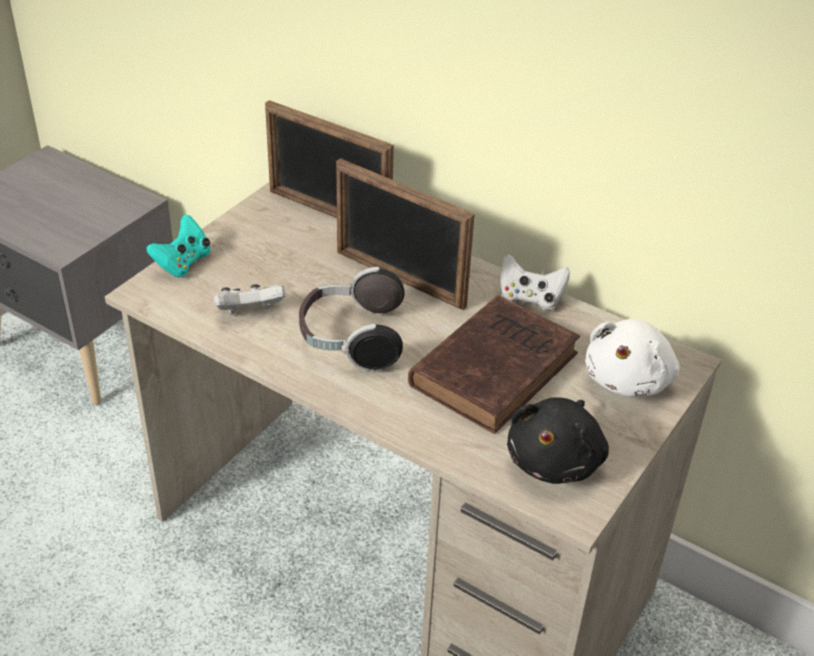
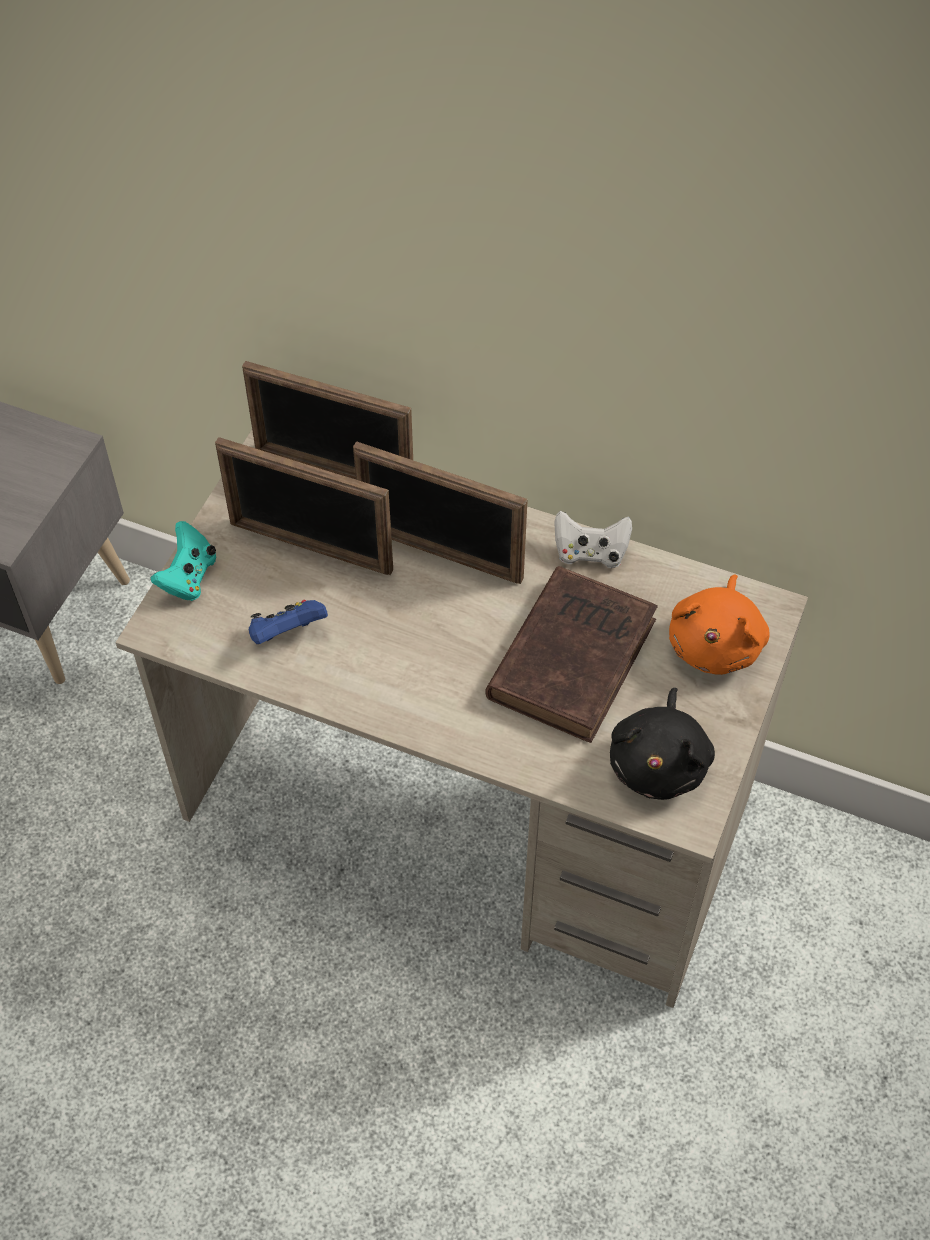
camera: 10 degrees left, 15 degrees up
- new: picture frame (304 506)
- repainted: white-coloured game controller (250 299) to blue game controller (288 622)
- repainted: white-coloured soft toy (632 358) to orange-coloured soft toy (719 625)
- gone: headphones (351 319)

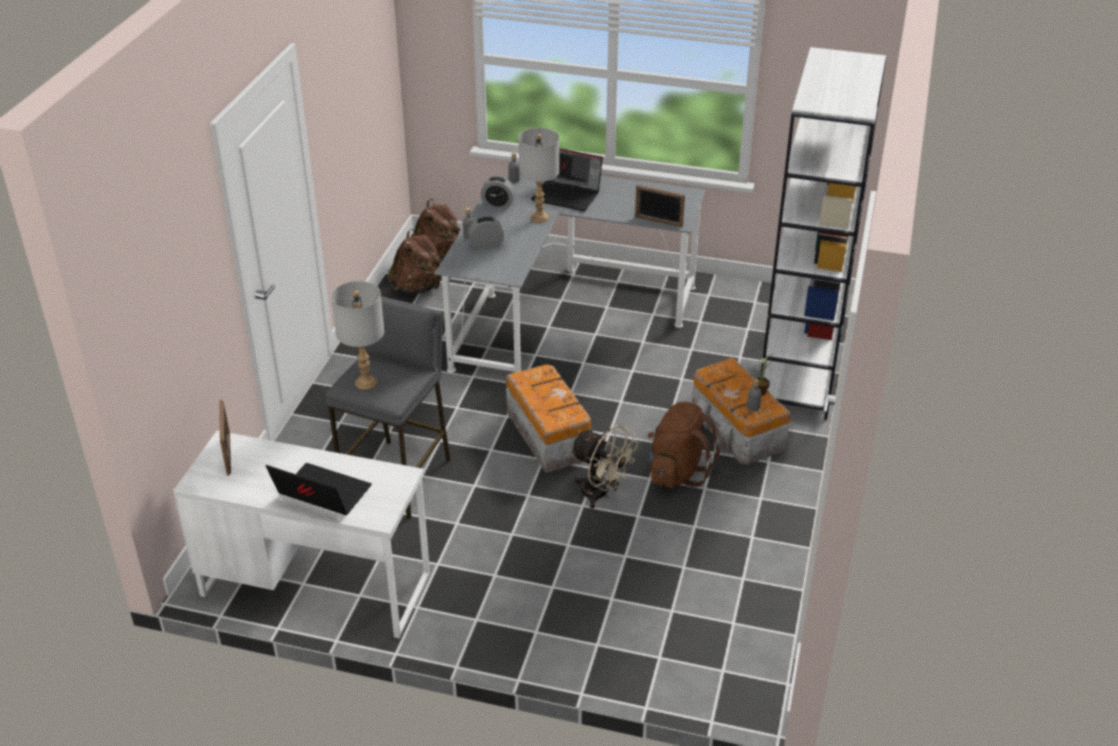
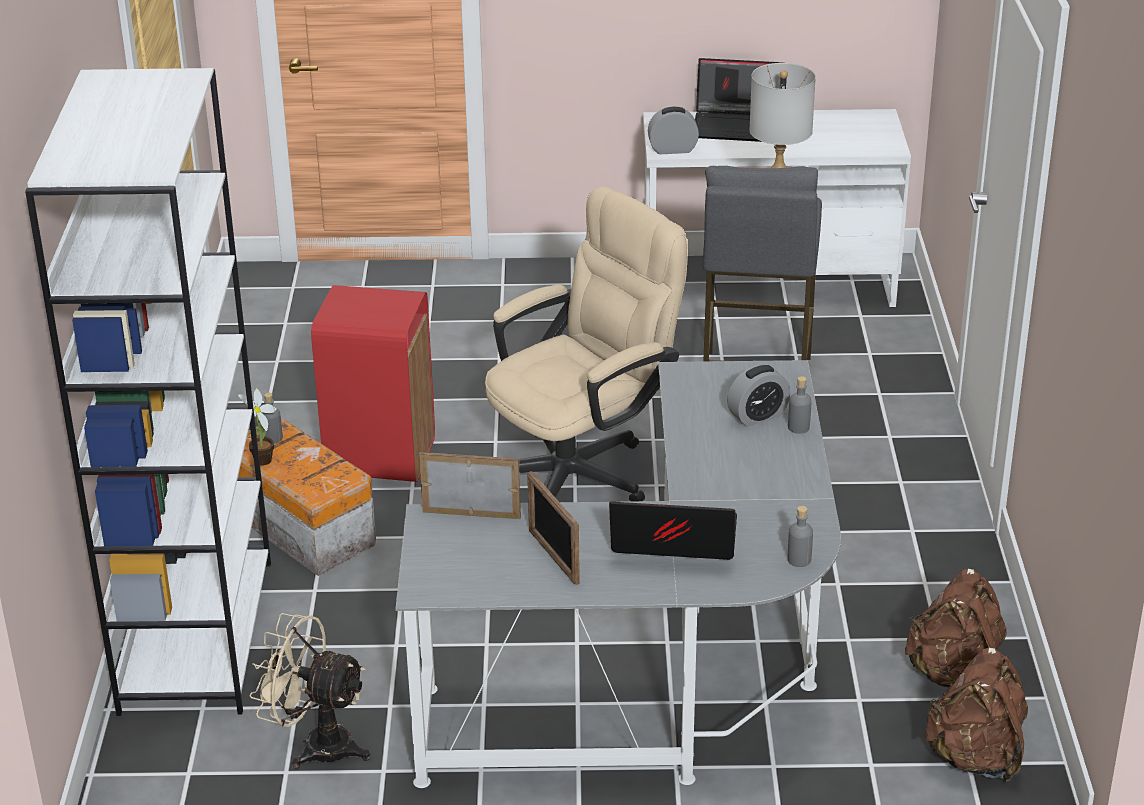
camera: 165 degrees right, 5 degrees down
- shifted: beige cooling fan (604 467) to (309 691)
- swapped: brown-coloured rucksack (683 445) to red-coloured trash can (373 383)
- swapped: storage container (548 418) to beige desk chair (586 343)
- shifted: picture frame (225 438) to (553 528)
- shifted: table clock (498 192) to (673 130)
- gone: gray table lamp (538 175)

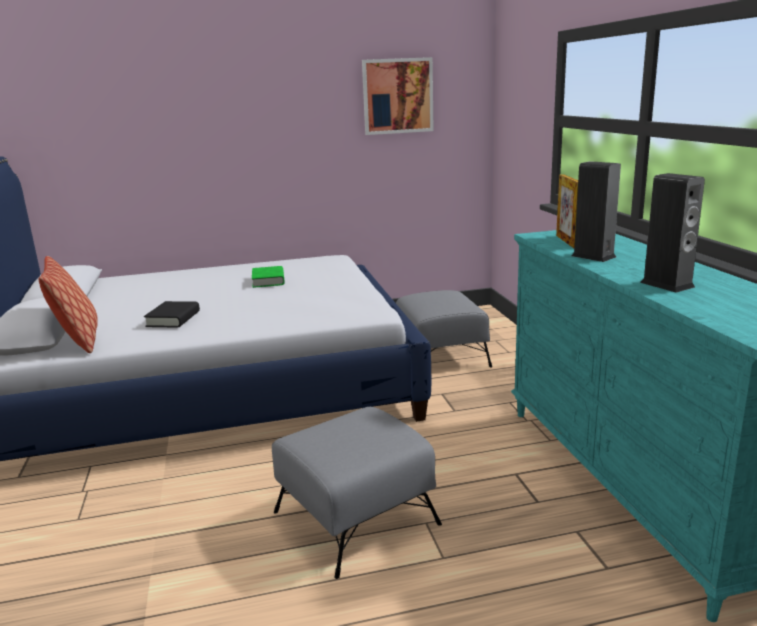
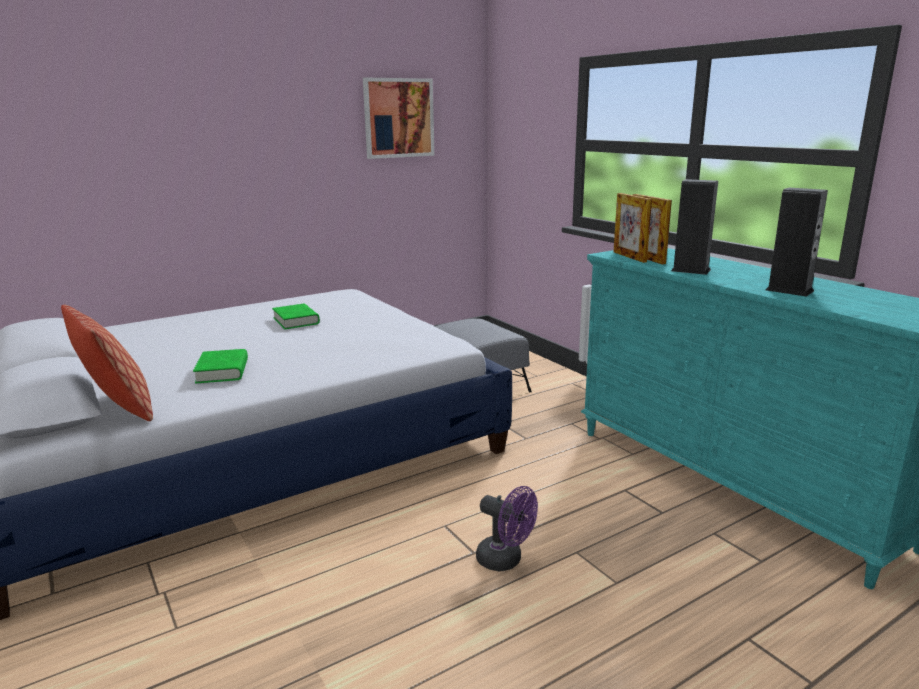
camera: 20 degrees left, 0 degrees up
- repainted: black bound book (172 314) to green-coloured bound book (220 366)
- swapped: gray pouffe (357 493) to purple cooling fan (507 528)
- new: picture frame (632 228)

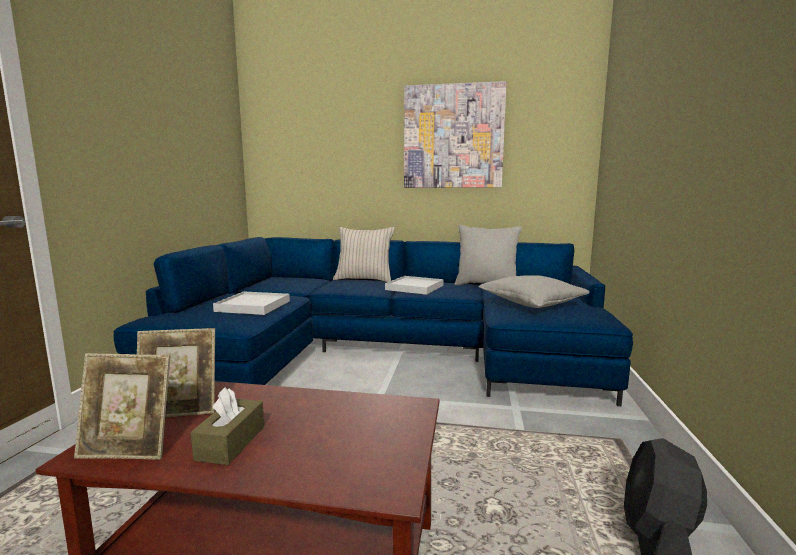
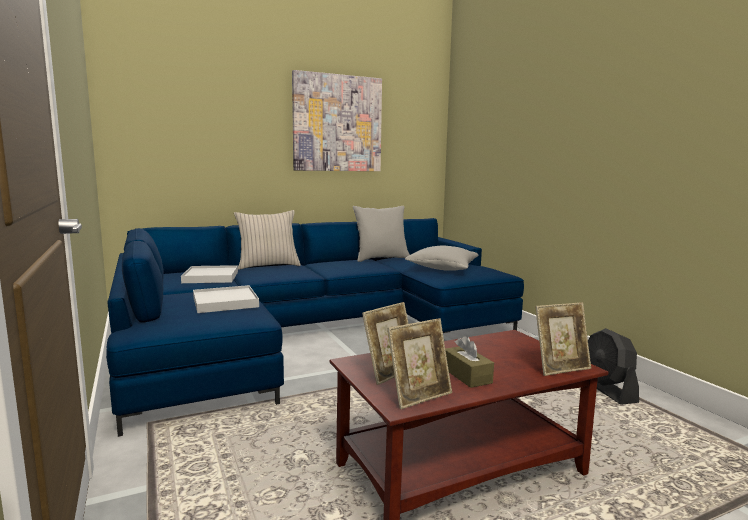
camera: 35 degrees left, 0 degrees up
- shifted: white-coloured carrying tray (414 285) to (209 274)
- new: picture frame (563 339)

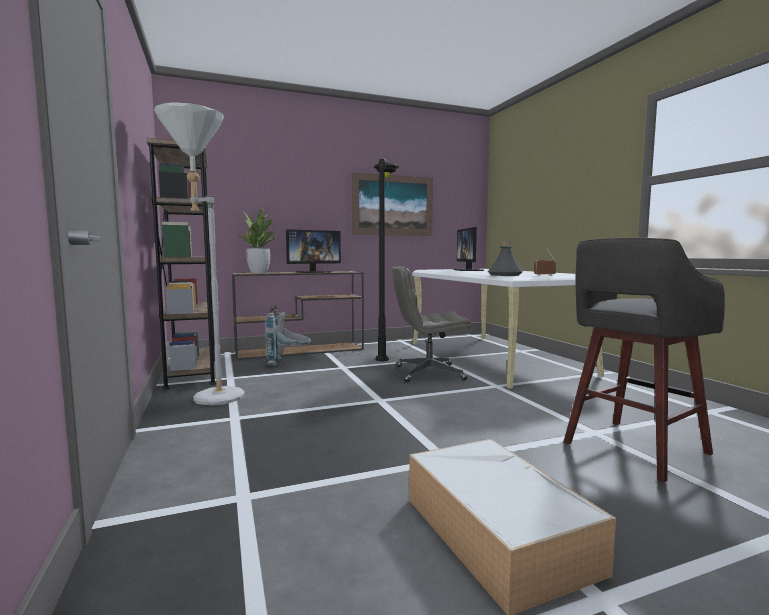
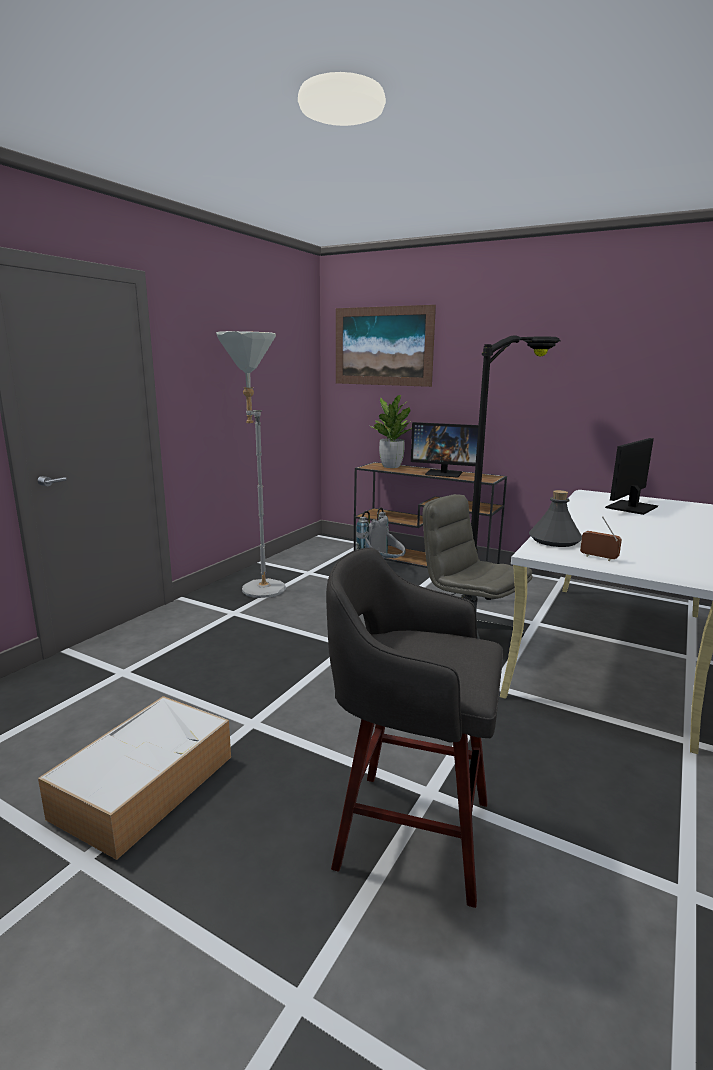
camera: 50 degrees right, 10 degrees up
- shifted: wall art (392 204) to (386 346)
- gone: brown-coloured bookshelf (181 263)

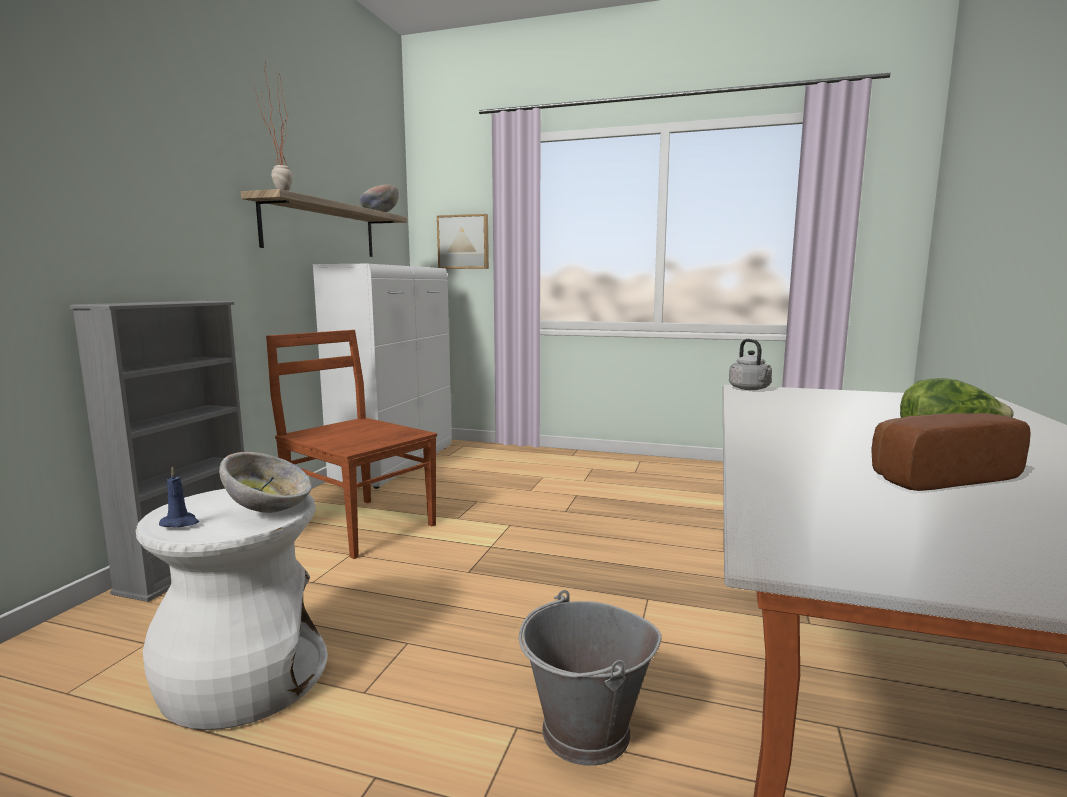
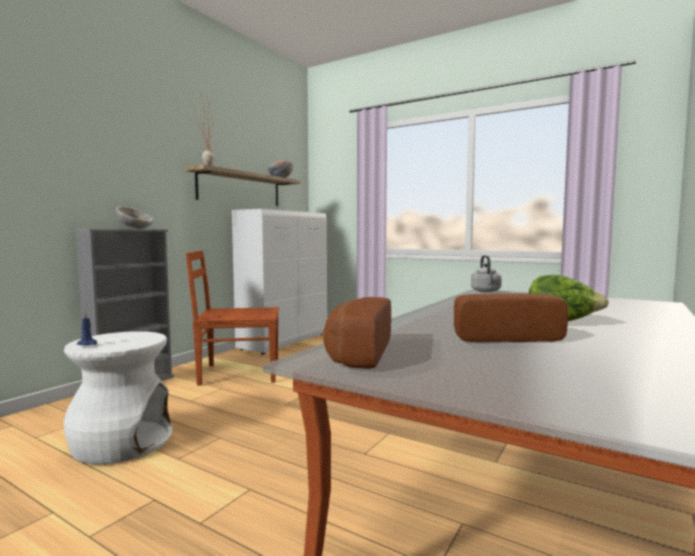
camera: 15 degrees right, 5 degrees down
- shifted: deep dish (265 482) to (135 217)
- rotated: brown-coloured chair (351 444) = (232 318) 60 degrees counterclockwise
- new: bread (357 333)
- gone: wall art (463 241)
- gone: gray bucket (590 678)

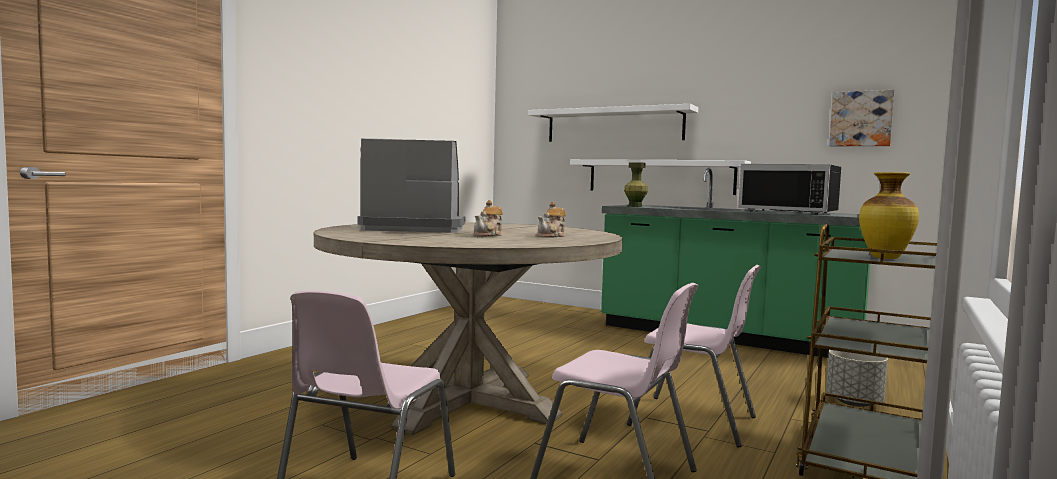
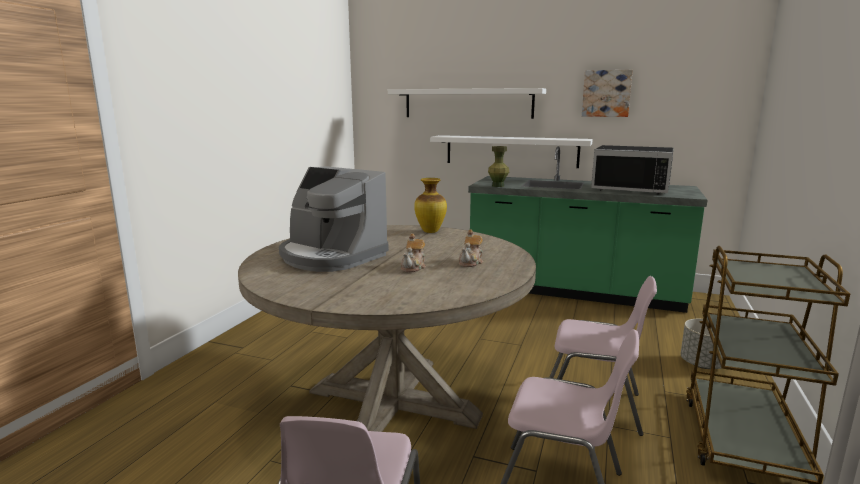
camera: 10 degrees left, 10 degrees up
- rotated: coffee brewer (411 185) = (334 219) 135 degrees counterclockwise
- shifted: vase (889 215) to (430 205)
- shifted: wall art (861 118) to (607 93)

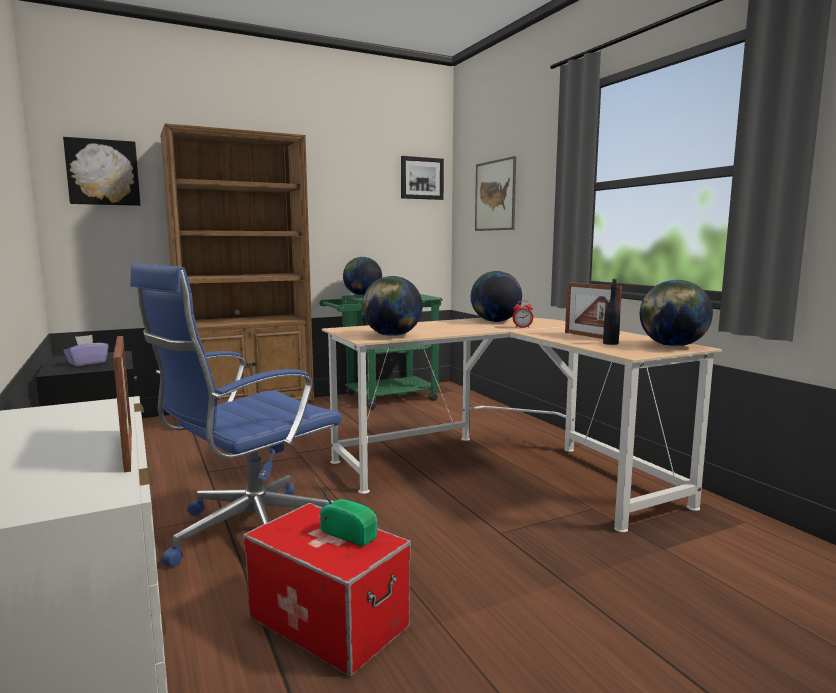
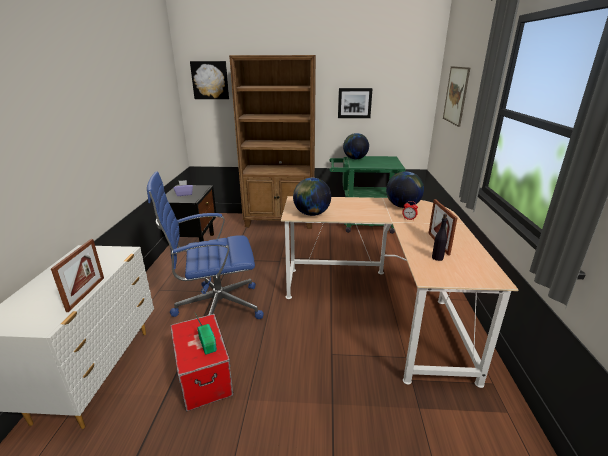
camera: 30 degrees right, 15 degrees up
- shifted: wall art (422 178) to (355 103)
- gone: desk globe (676 313)

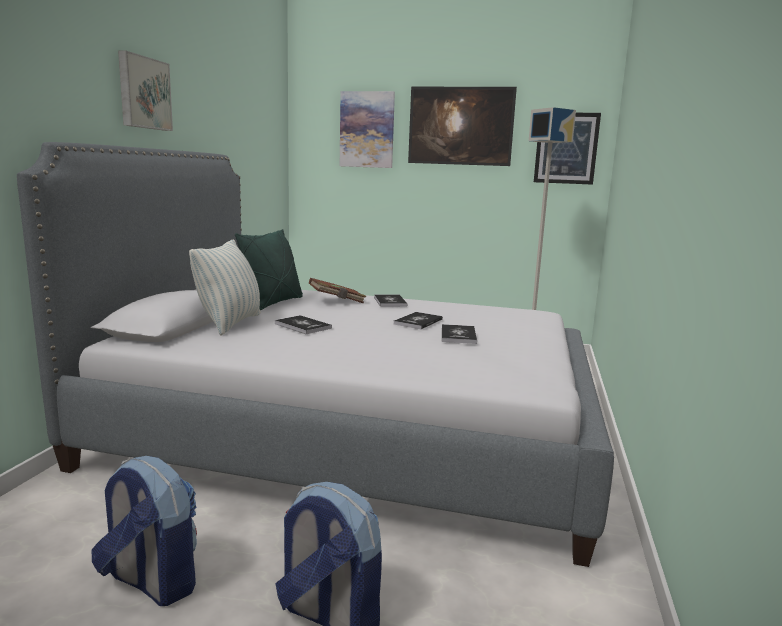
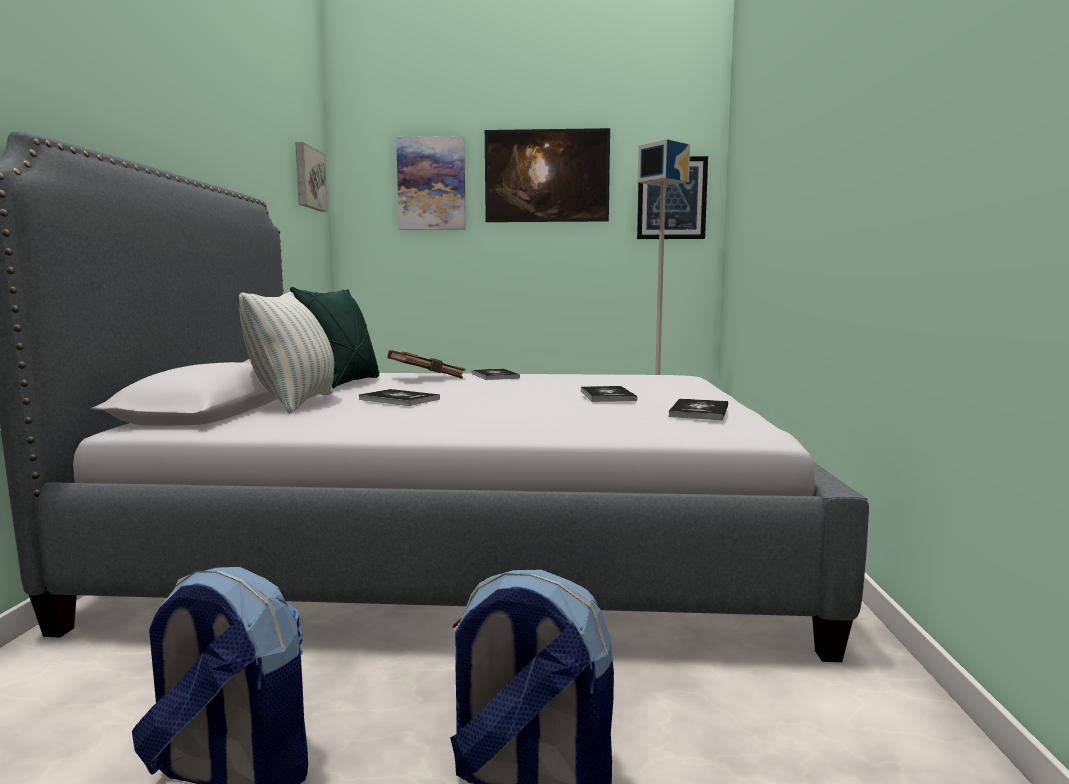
camera: 10 degrees left, 5 degrees down
- shifted: wall art (145 90) to (311 177)
- shifted: bound book (418 320) to (698 409)

